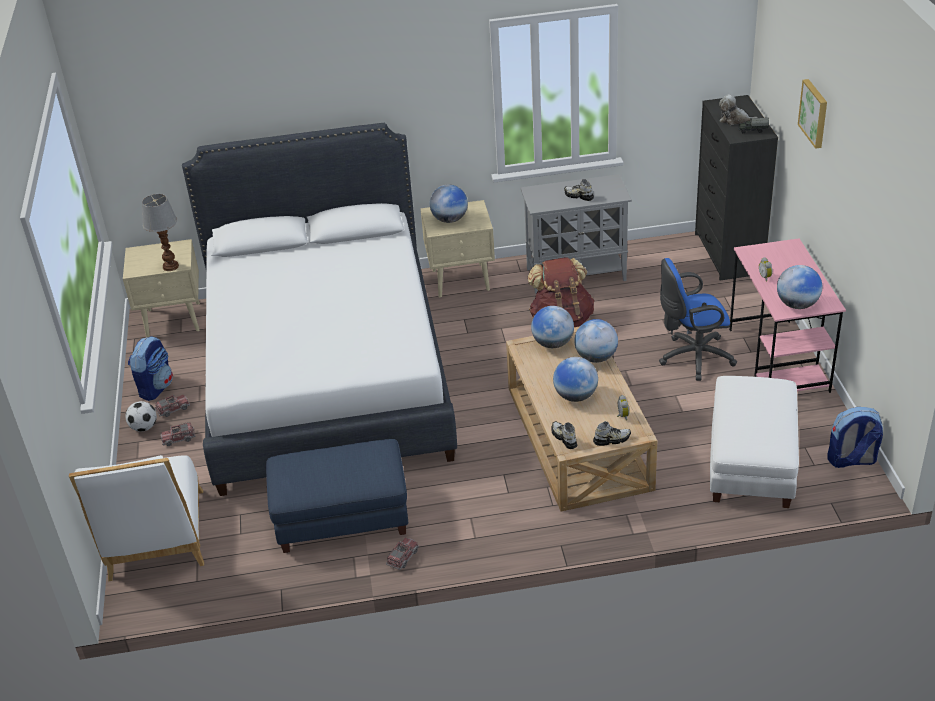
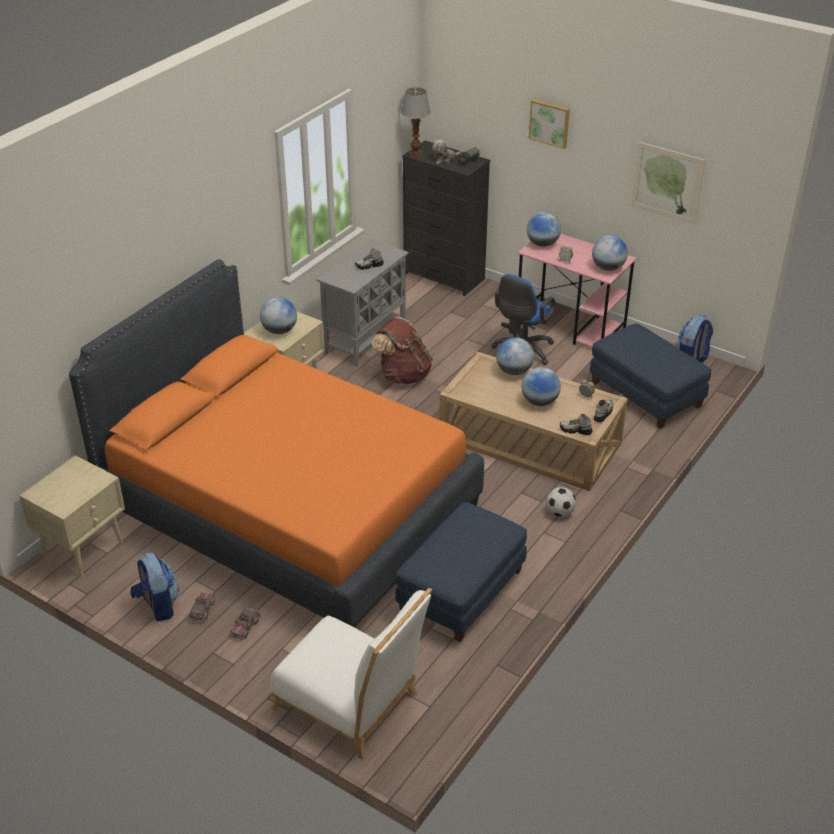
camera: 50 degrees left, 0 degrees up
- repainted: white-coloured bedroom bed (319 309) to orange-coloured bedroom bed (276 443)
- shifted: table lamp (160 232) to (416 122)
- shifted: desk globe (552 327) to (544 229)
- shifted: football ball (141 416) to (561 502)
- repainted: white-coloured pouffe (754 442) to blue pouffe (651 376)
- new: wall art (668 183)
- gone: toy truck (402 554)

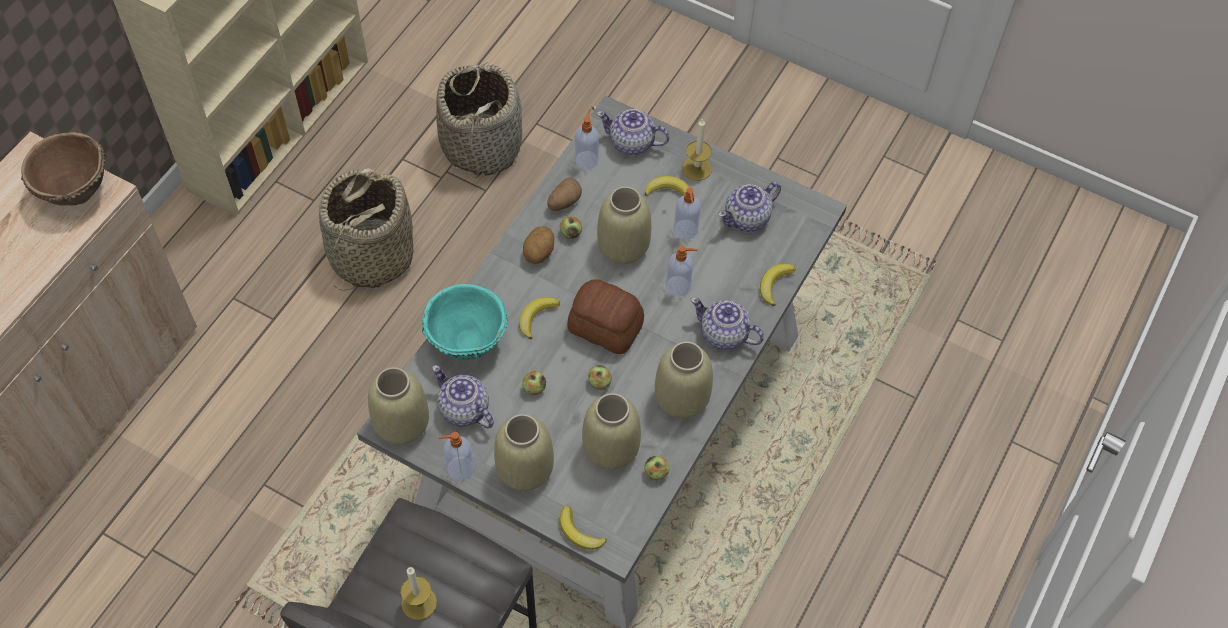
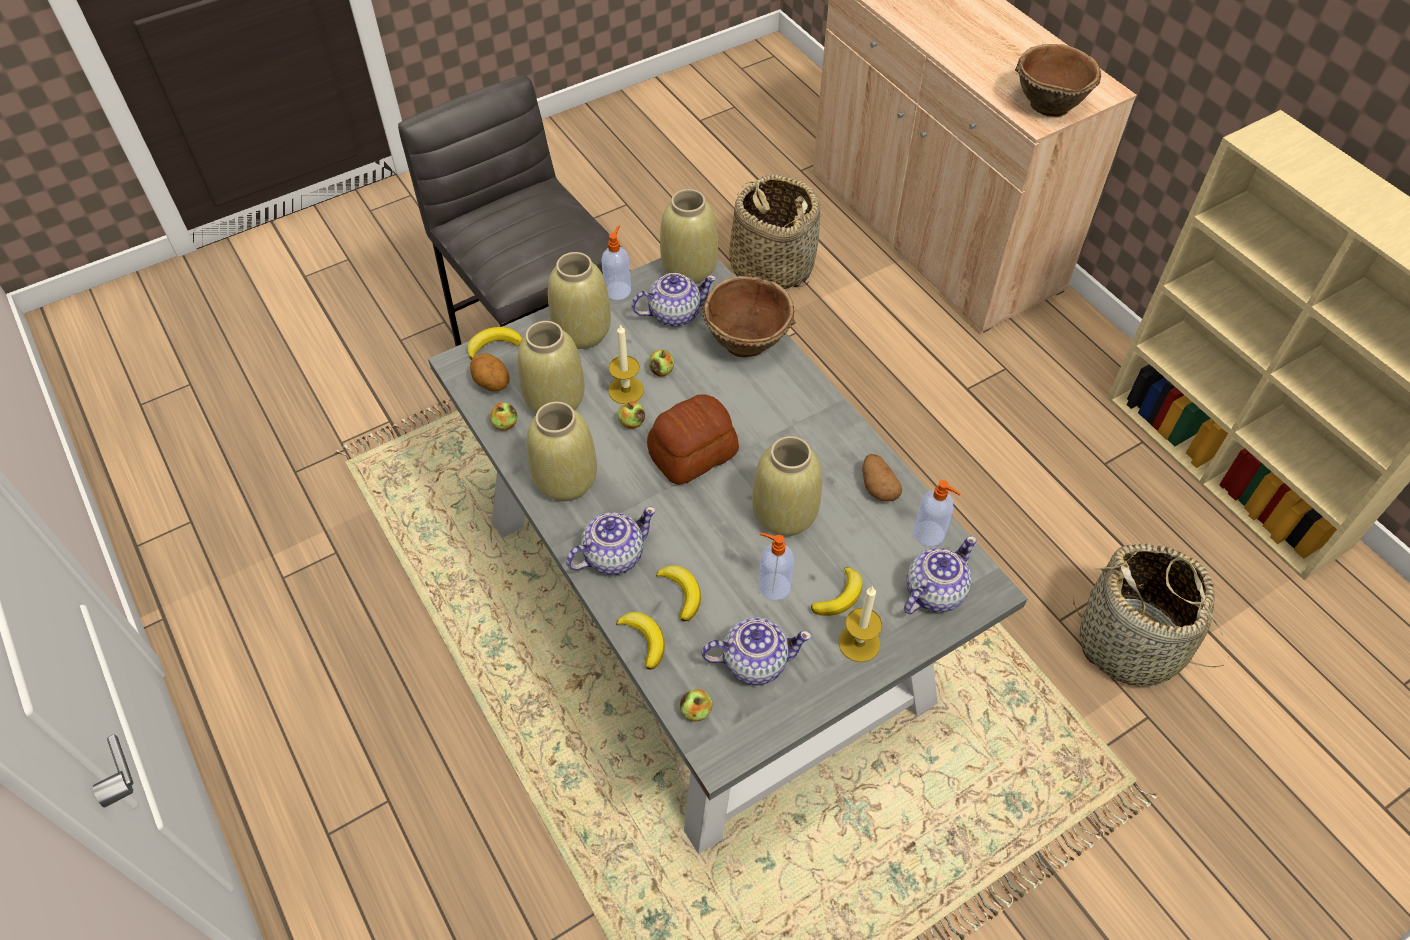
camera: 120 degrees right, 5 degrees down
- shifted: potato (538 245) to (490 372)
- shifted: wax light (418 593) to (626 364)
- shifted: whole banana (539 318) to (678 593)
- shifted: apple (571 227) to (696 705)
- rotated: pot for tea (749 207) = (756 651) 90 degrees clockwise
- repainted: turquoise-coloured deep dish (465 322) to brown-coloured deep dish (749 316)
- shifted: storage basket (366 229) to (774 231)
- gone: soap dispenser (681 271)

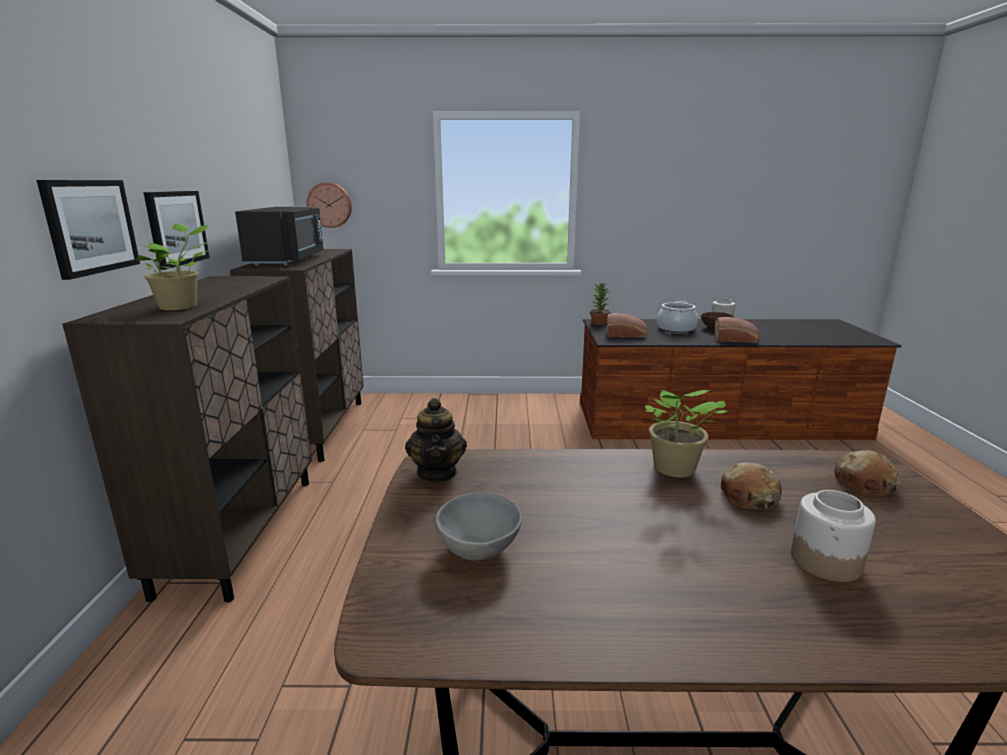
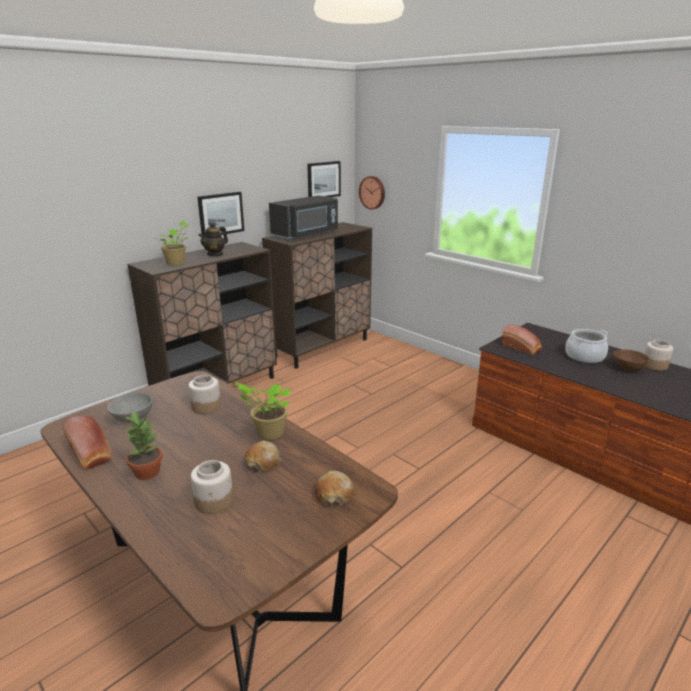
camera: 45 degrees right, 5 degrees up
- shifted: bread (736 330) to (87 442)
- shifted: potted plant (600 304) to (144 445)
- new: storage jar (204 394)
- shifted: pot for tea (436 440) to (213 240)
- shifted: wall art (88 230) to (324 179)

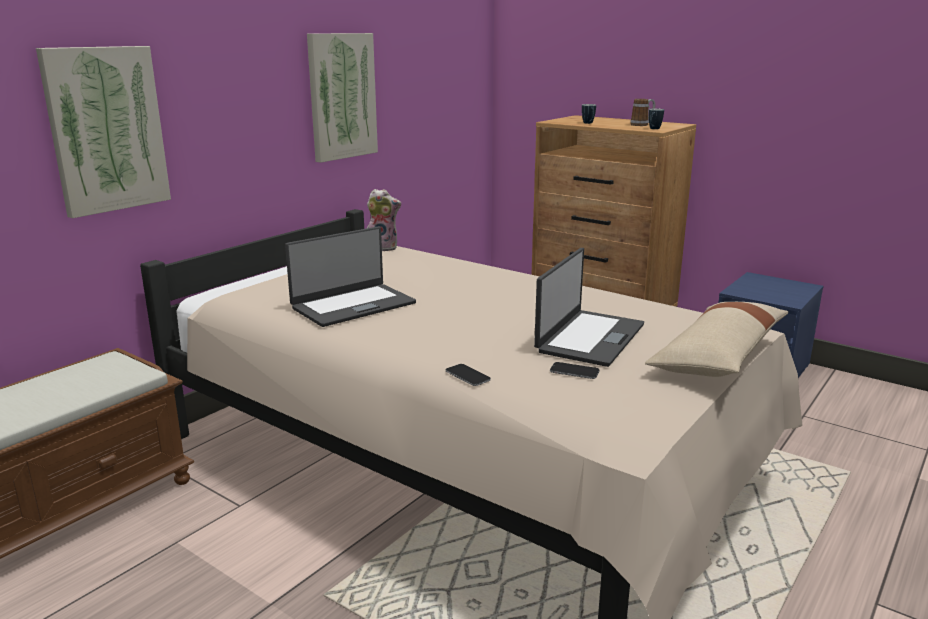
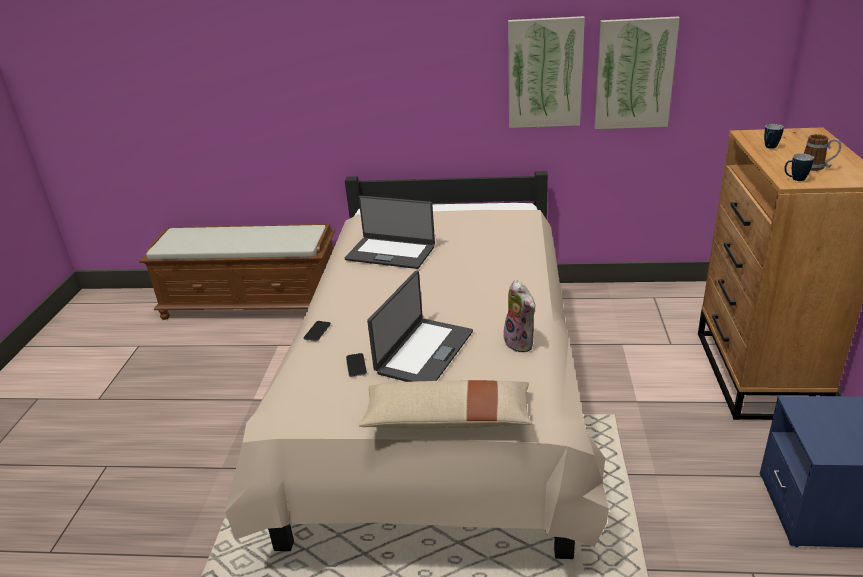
camera: 60 degrees right, 10 degrees up
- rotated: notebook computer (589 307) = (420 326) 60 degrees counterclockwise
- shifted: soft toy (384 220) to (519 316)
- shifted: wall art (103 132) to (637 73)

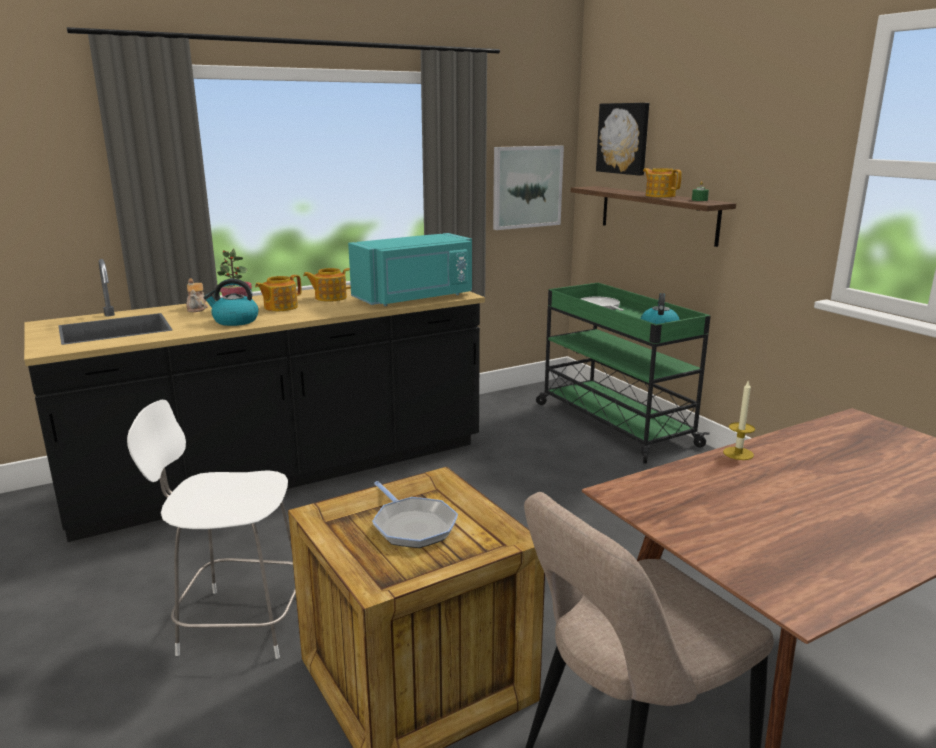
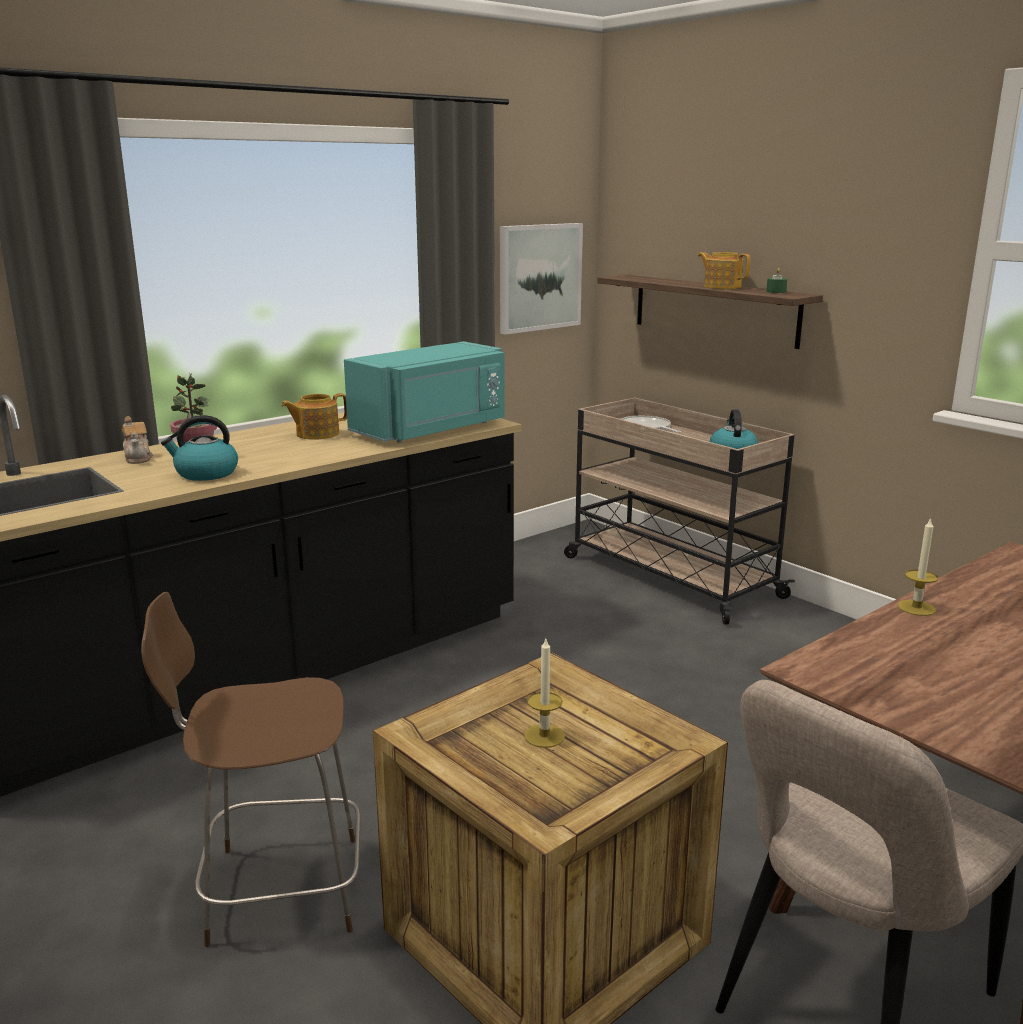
camera: 10 degrees left, 0 degrees up
- repainted: white-coloured stool (211 529) to brown-coloured stool (251 769)
- swapped: skillet (415 514) to wax light (544 693)
- repainted: green-coloured cart (623 373) to beige cart (679 511)
- gone: pot for tea (278 293)
- gone: wall art (622 139)

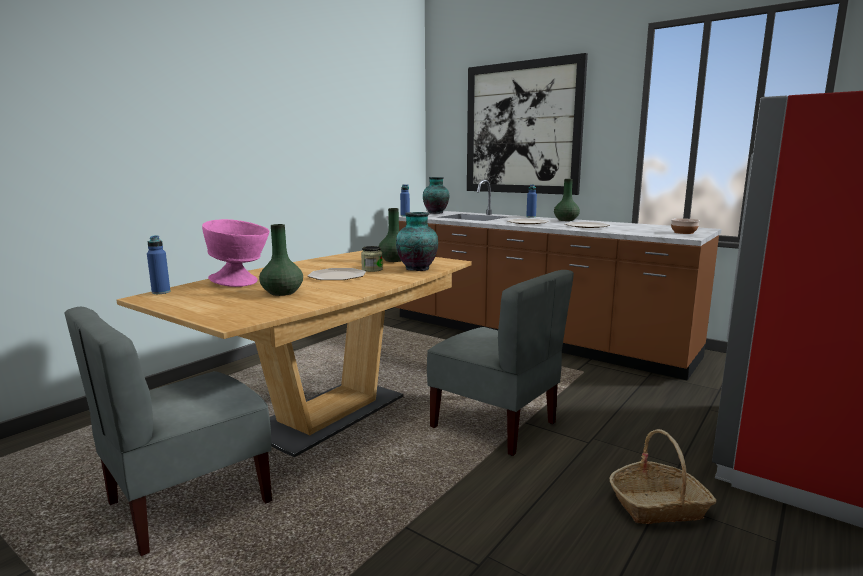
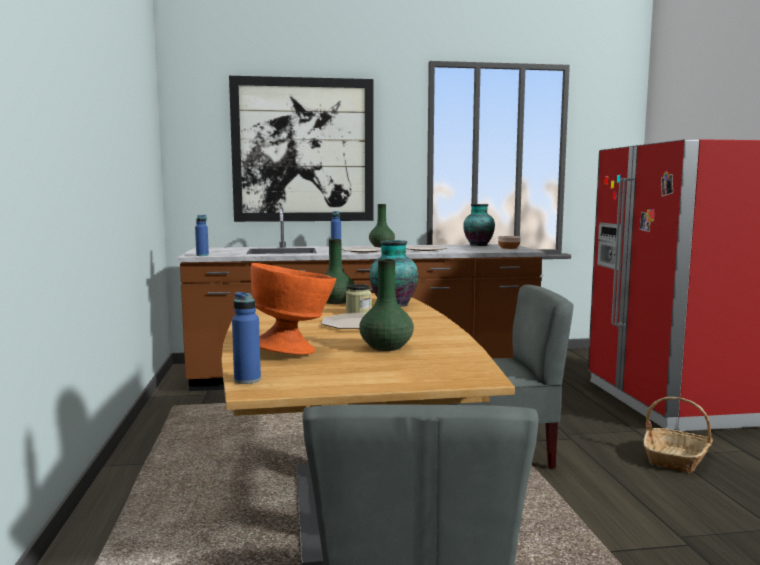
camera: 45 degrees left, 5 degrees down
- repainted: pink deep dish (236 253) to orange-coloured deep dish (293 309)
- shifted: vase (436 195) to (479 225)

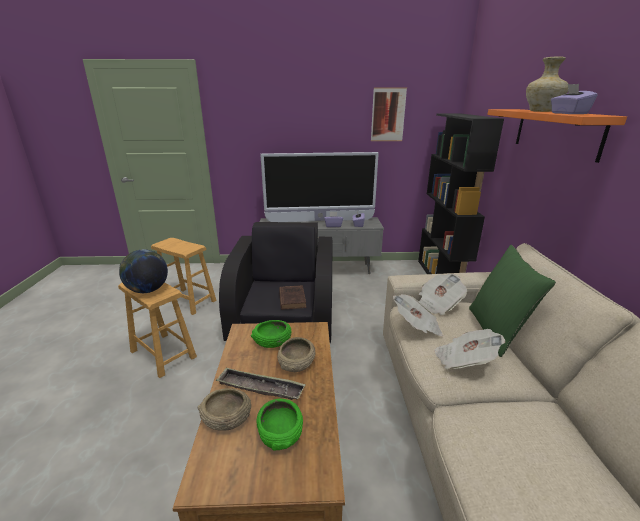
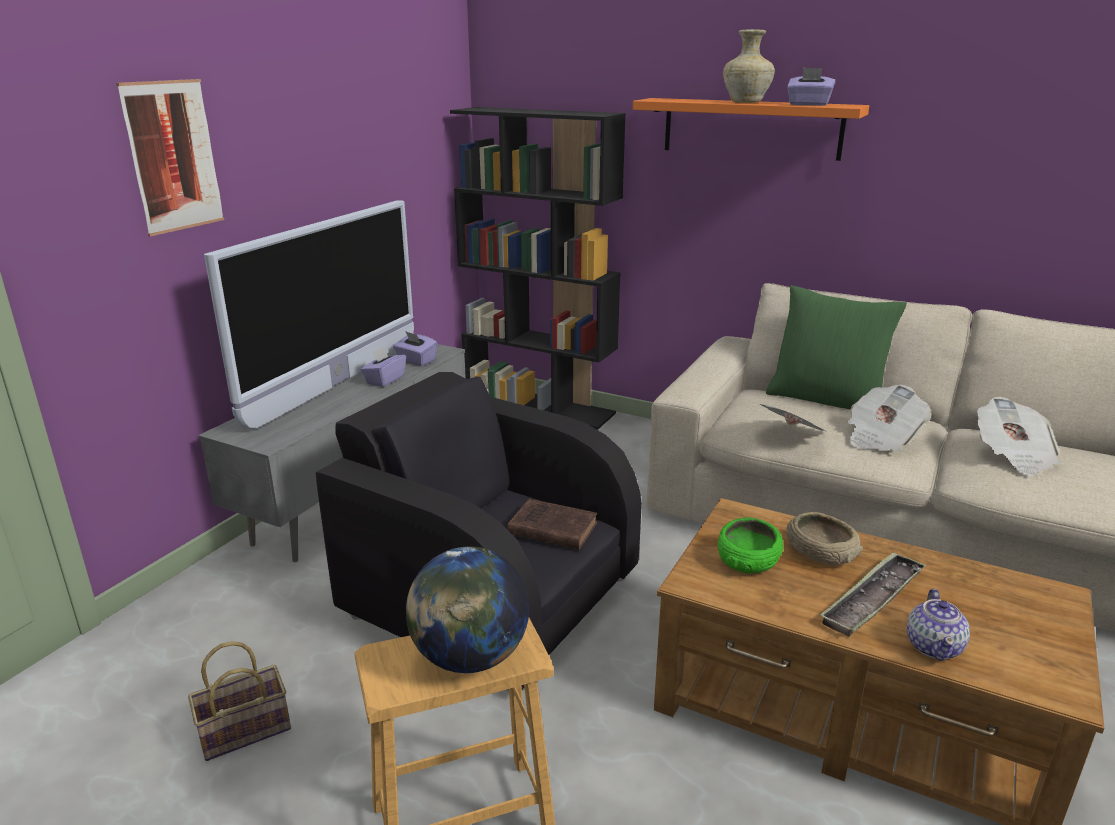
camera: 60 degrees left, 0 degrees up
- shifted: wall art (389 114) to (170 157)
- swapped: brown-coloured stool (184 276) to storage basket (239 701)
- swapped: beige deep dish (224 409) to pot for tea (938 625)
- shifted: daily paper (443 294) to (1019 436)
- gone: green-coloured deep dish (279 425)

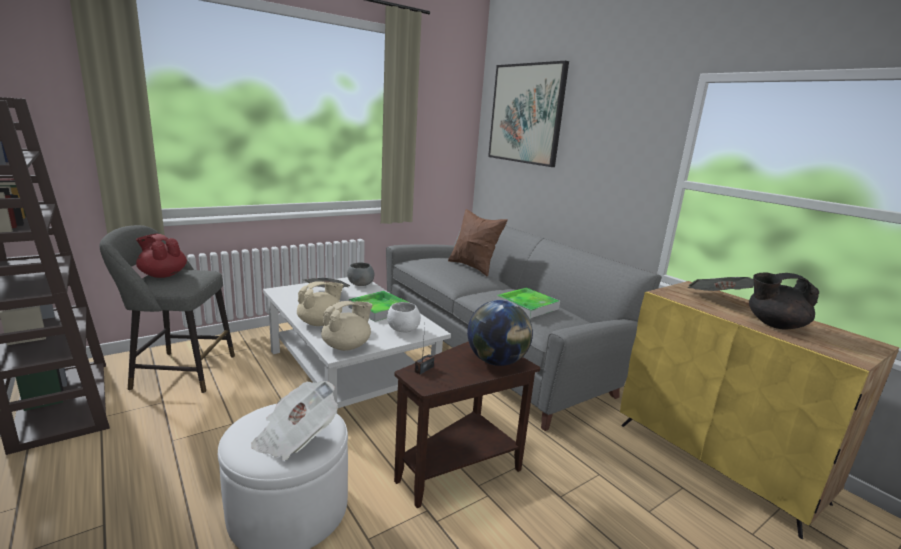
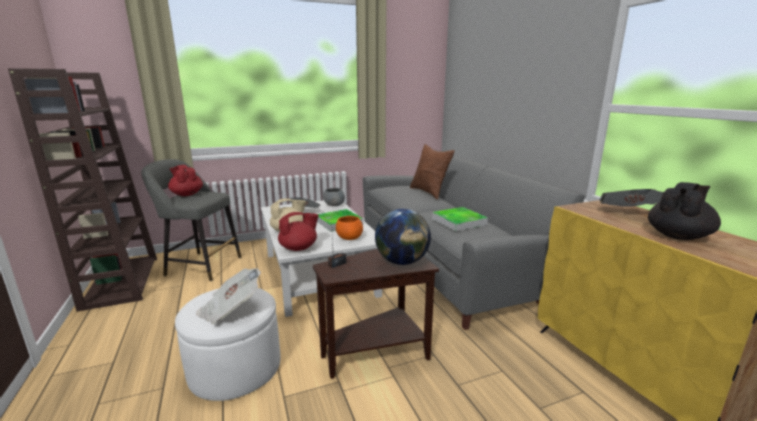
camera: 15 degrees right, 0 degrees up
- repainted: beige pot for tea (346 326) to red-coloured pot for tea (298 231)
- repainted: white-coloured deep dish (404 317) to orange-coloured deep dish (349 228)
- rotated: black pot for tea (784 301) = (684 211) 120 degrees clockwise
- gone: wall art (528 114)

